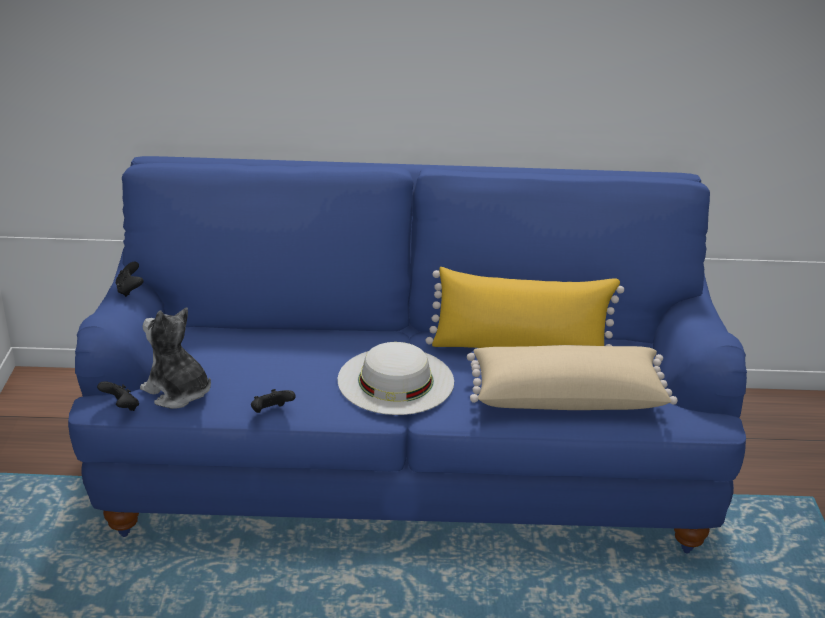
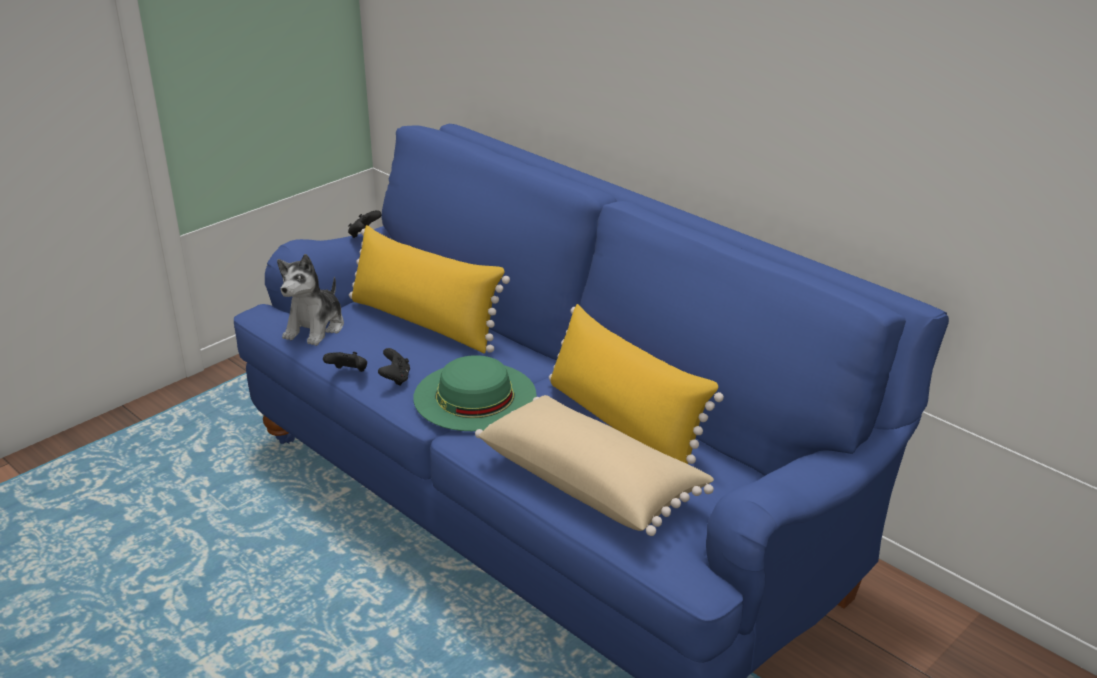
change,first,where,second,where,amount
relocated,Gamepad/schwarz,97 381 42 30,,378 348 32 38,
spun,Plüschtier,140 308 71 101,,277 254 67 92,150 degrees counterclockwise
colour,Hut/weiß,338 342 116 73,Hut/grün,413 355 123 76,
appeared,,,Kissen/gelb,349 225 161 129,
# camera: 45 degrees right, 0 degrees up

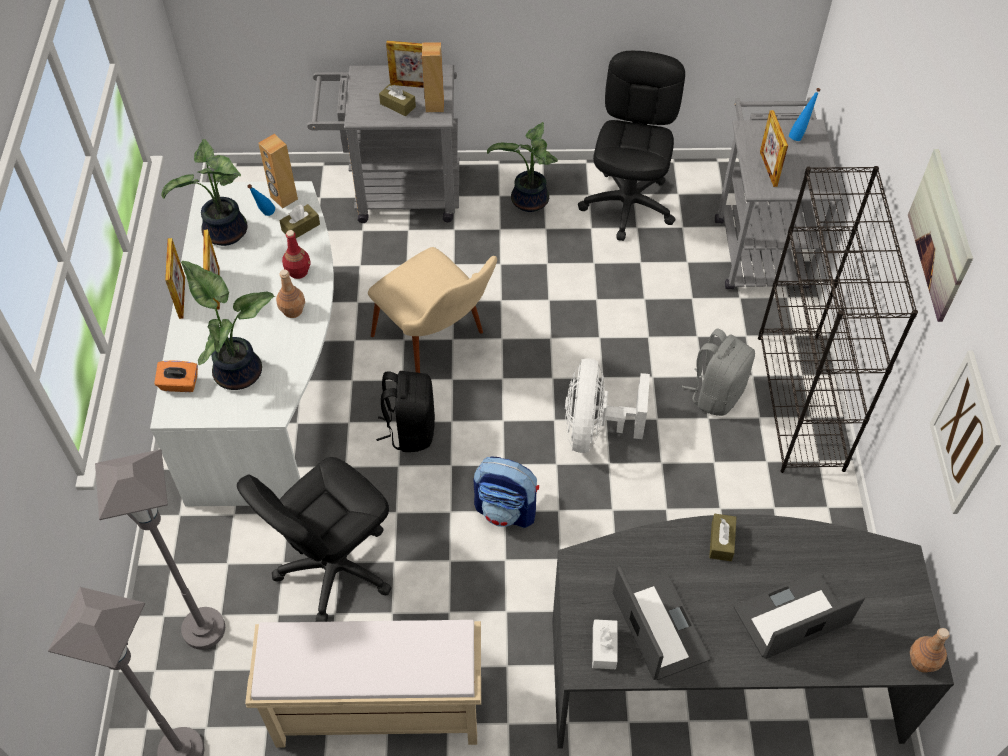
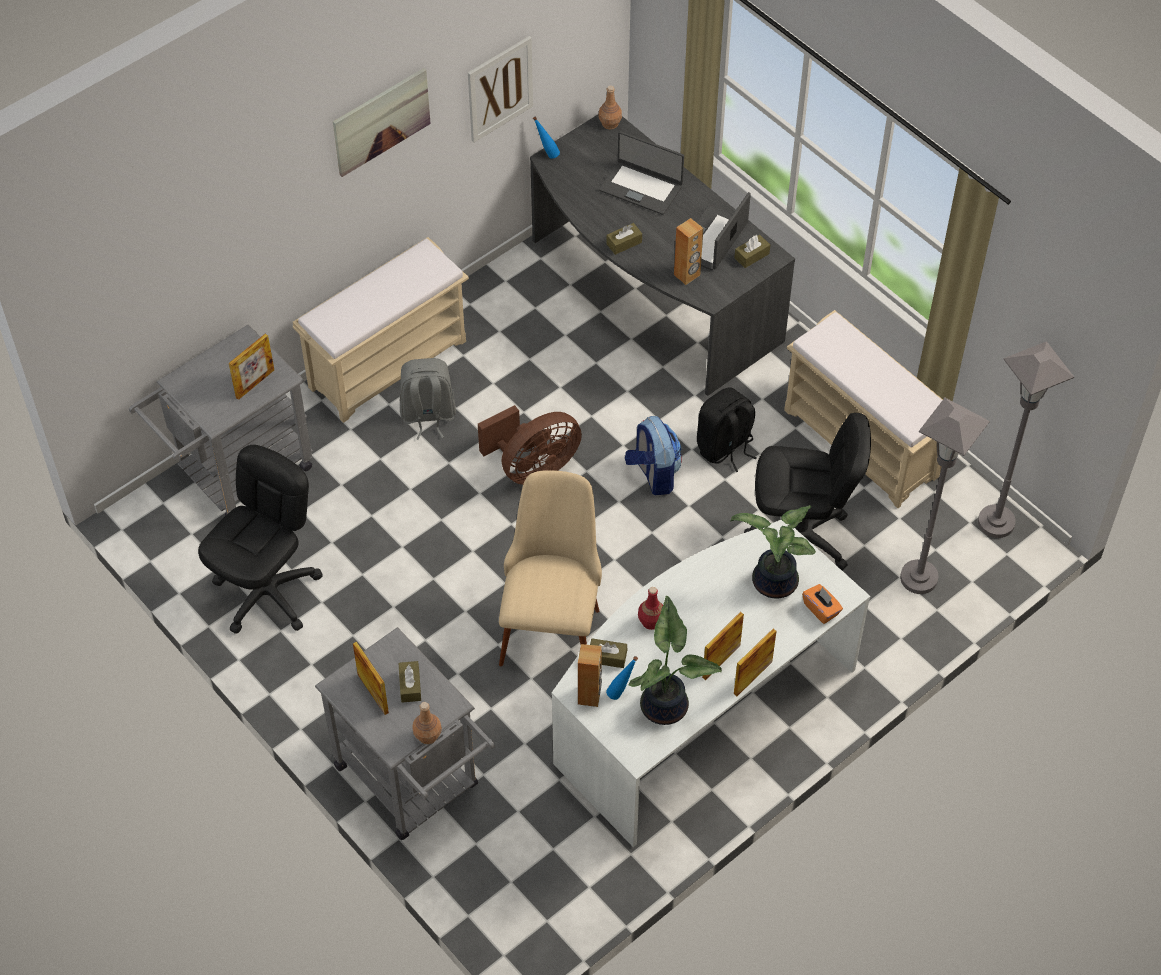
change,first,where,second,where,amount
relocated,Flasche/braun,276 269 29 49,,413 702 29 42,
relocated,Rucksack/schwarz,376 371 59 81,,697 387 59 85,
relocated,Lautsprecher/braun,422 42 22 70,,674 218 29 67,
missing,Topfpflanze,487 122 71 90,,,
colour,Ventilator/weiß,565 358 85 95,Ventilator/braun,478 405 104 80,
spun,Bürostuhl/schwarz,578 51 107 190,,198 445 125 189,150 degrees clockwise
colour,Taschentuchbox/weiß,592 619 25 50,Taschentuchbox/braun,734 235 36 33,
exchanged,Bücherregal/schwarz,758 166 160 307,Bank/beige,293 237 176 186,
relocated,Flasche/blau,789 88 32 53,,533 117 27 42,
# camera: 130 degrees left, 0 degrees up

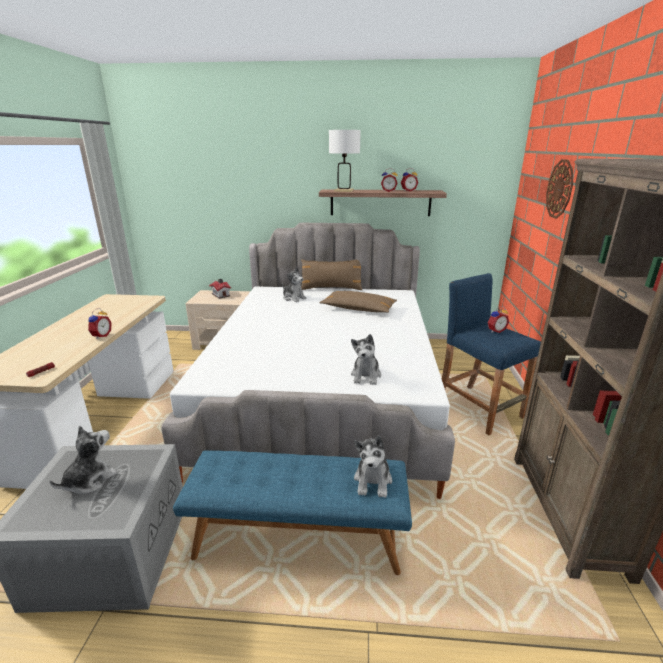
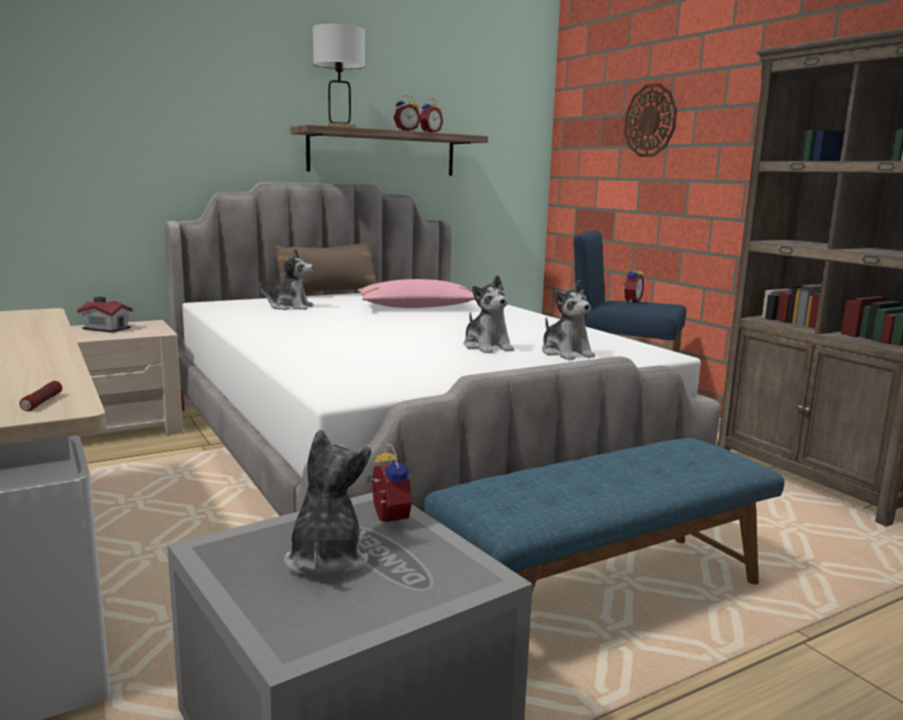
change,first,where,second,where,amount
relocated,Wecker,88 308 24 31,,366 444 46 84,
colour,Kissen/braun,320 291 77 21,Kissen/rosa,358 279 117 29,
relocated,Plüschtier,354 435 38 63,,464 275 50 78,
# camera: 35 degrees left, 10 degrees down

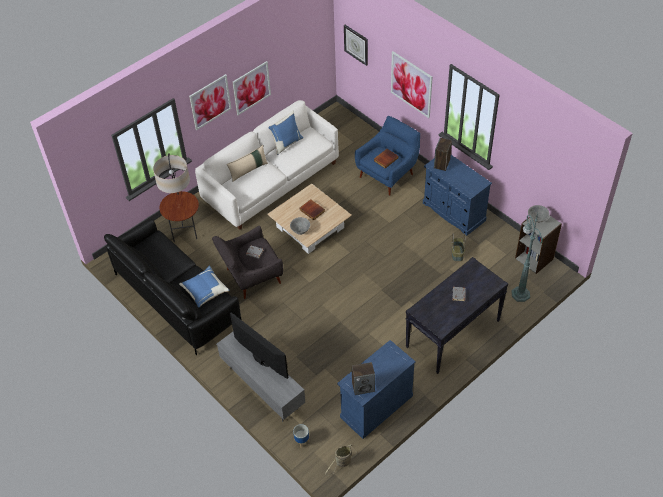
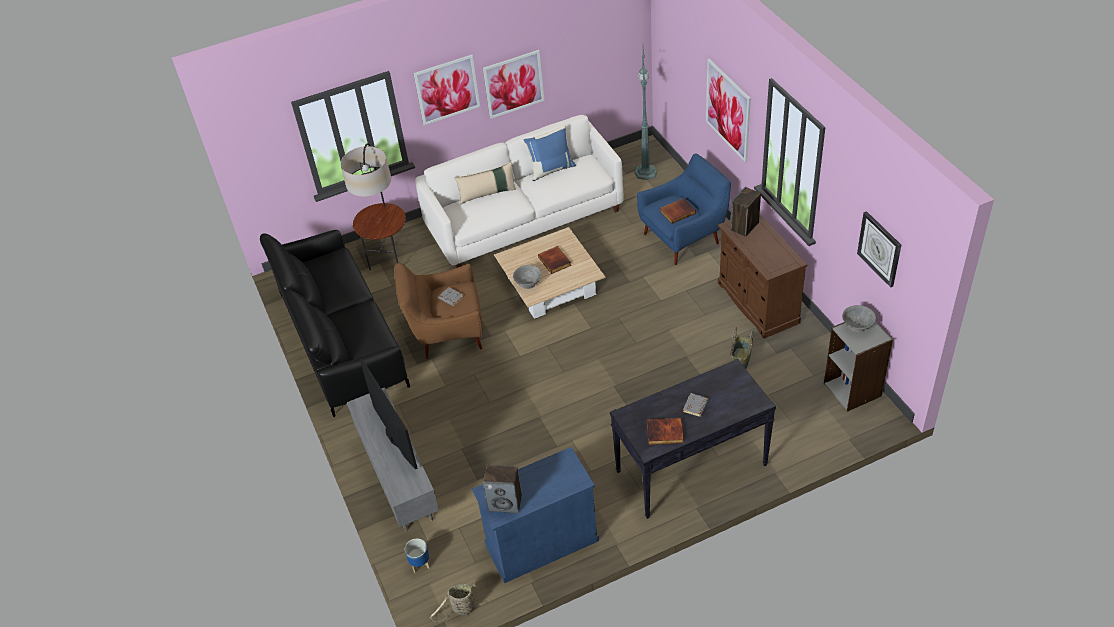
change,first,where,second,where,amount
missing,Kissen/blau,179 266 51 42,,,
colour,Sessel/grau,212 226 71 73,Sessel/braun,395 263 88 96,
relocated,Wanduhr,344 25 24 41,,857 211 44 76,
colour,Schrank/blau,423 155 69 81,Schrank/braun,718 214 89 124,
relocated,Stehlampe/grün,511 213 31 89,,635 48 22 132,
appeared,,,Buch,647 418 37 27,
# camera: 20 degrees right, 5 degrees down

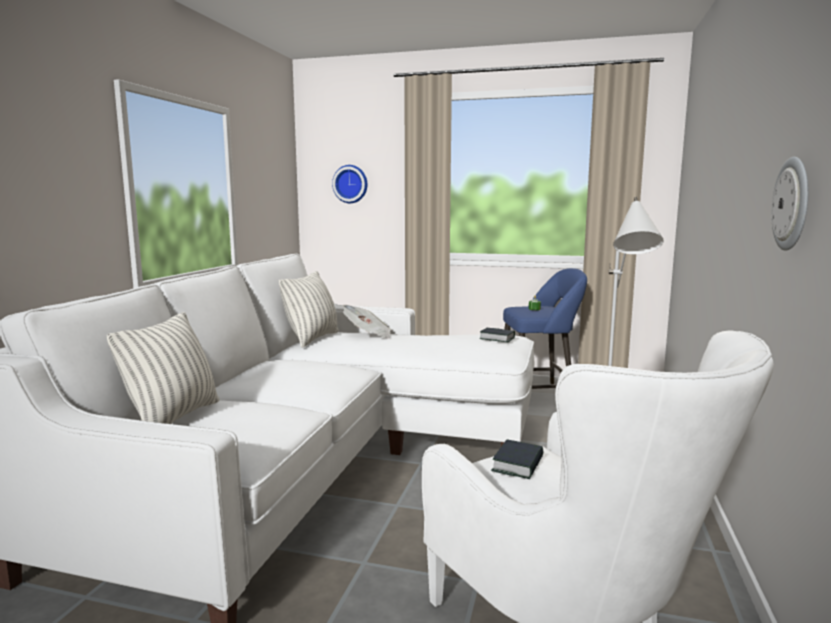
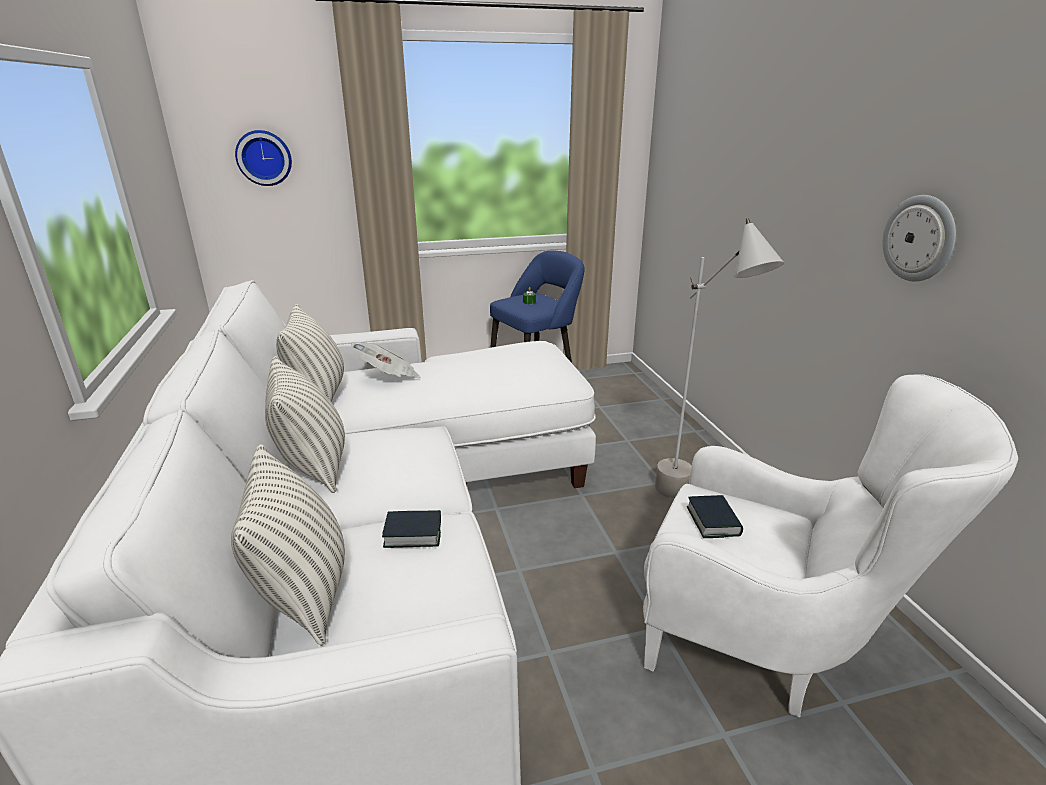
change,first,where,second,where,amount
relocated,Buch,480 328 35 14,,382 510 59 38,
appeared,,,Kissen,265 356 80 137,
# camera: 30 degrees left, 15 degrees up

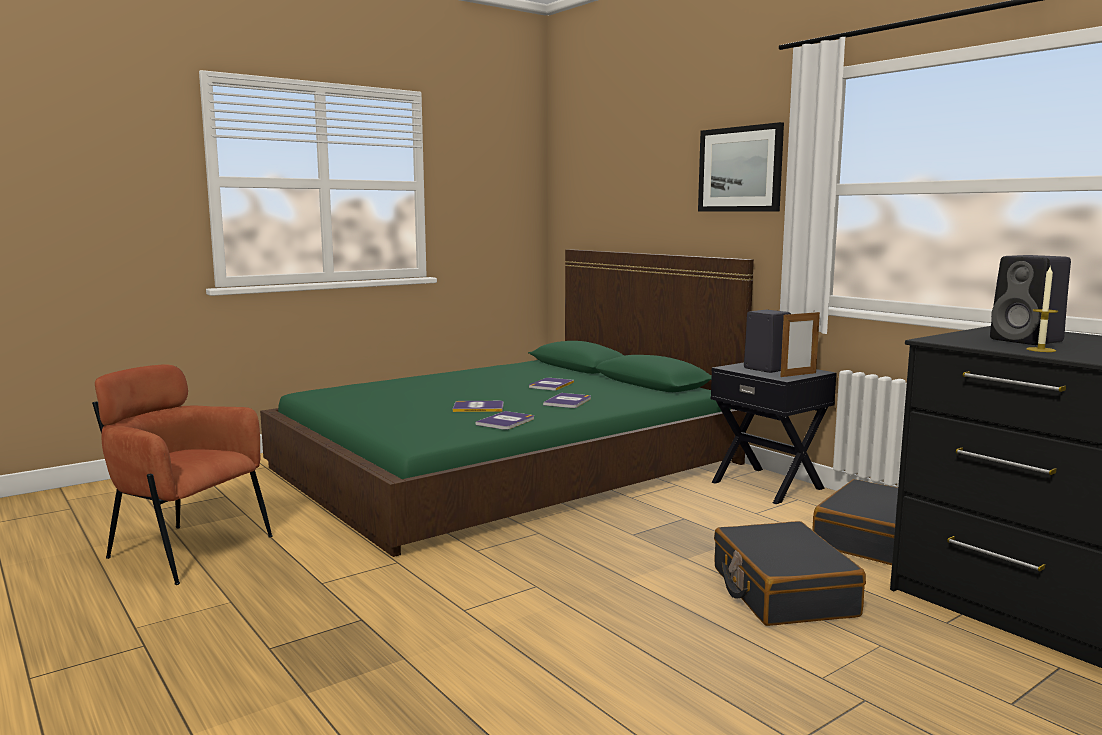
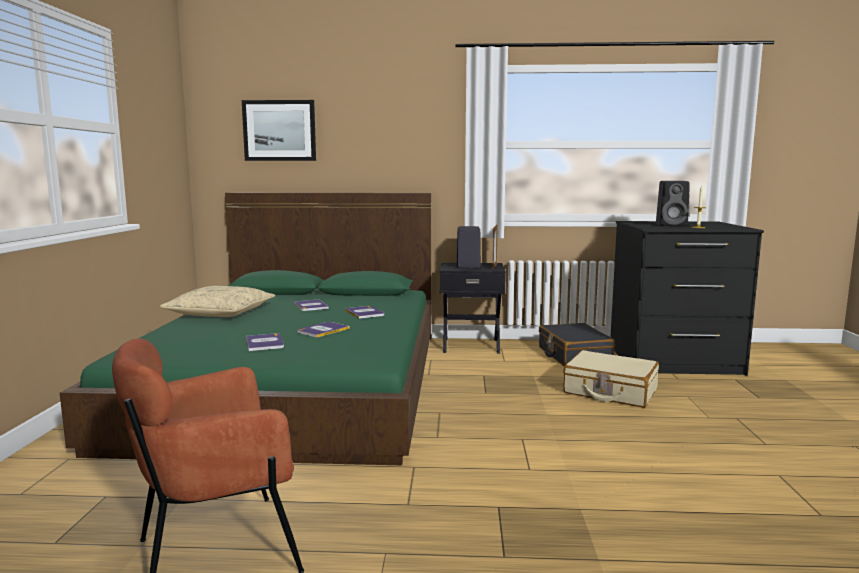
change,first,where,second,where,amount
relocated,Buch,476 411 58 19,,246 333 38 18,
relocated,Bild,698 122 86 90,,242 100 74 61,
colour,Koffer/schwarz,714 521 152 105,Koffer/beige,563 350 96 58,
appeared,,,Kissen/beige,160 286 115 31,
# camera: 50 degrees left, 0 degrees up

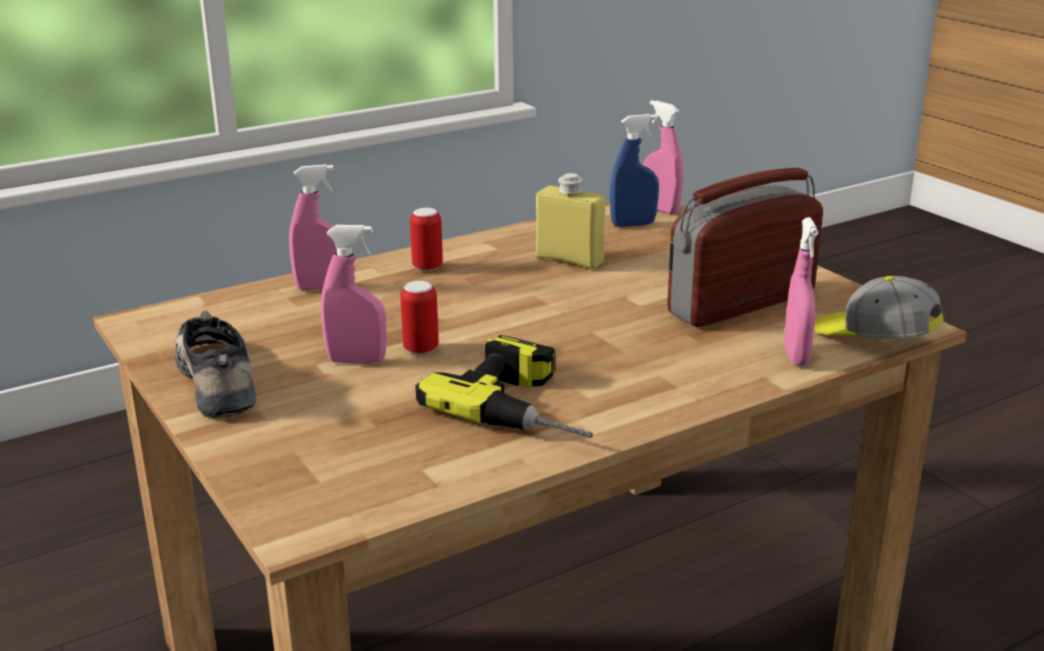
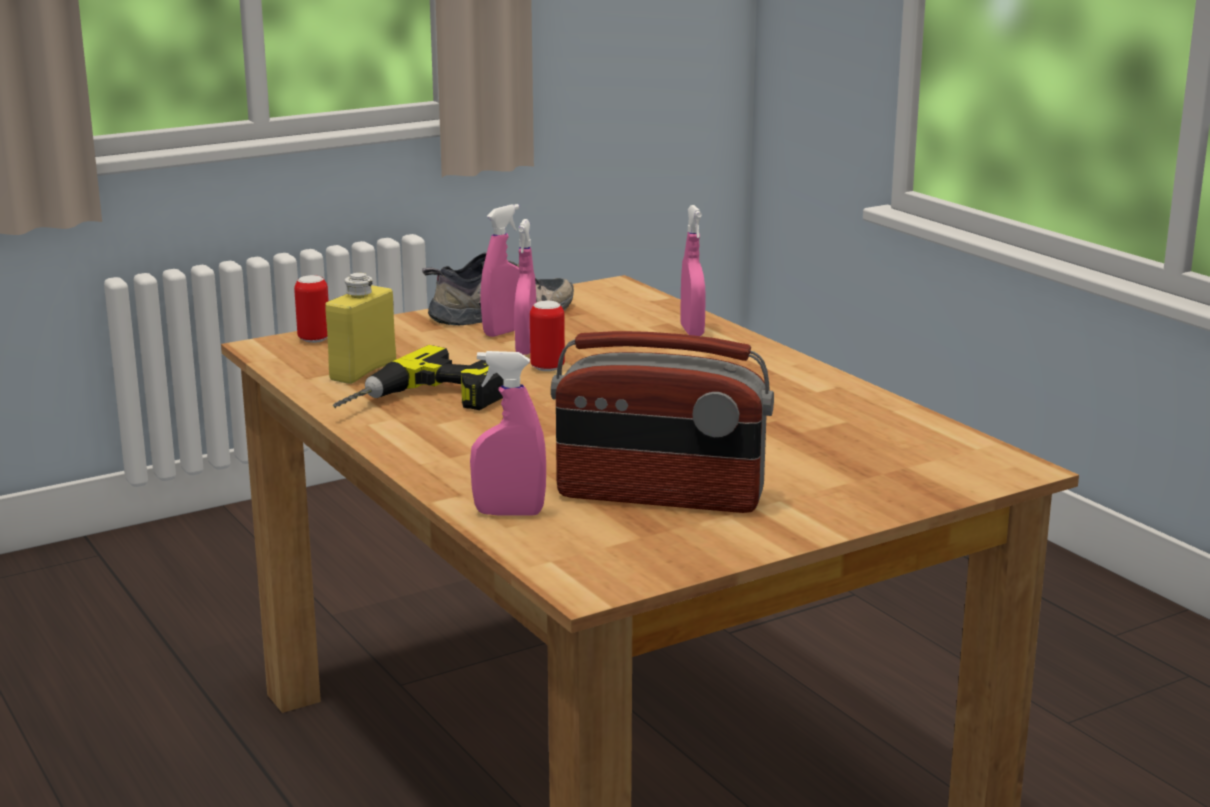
change,first,where,second,where,amount
relocated,Dose,410 208 33 63,,294 275 35 68,
relocated,Flasche/gelb,536 173 70 96,,325 273 71 111,
missing,Sprühflasche/blau,610 114 49 113,,,
relocated,Sprühflasche/rosa,643 100 40 114,,480 204 40 133,
spun,Radio,667 168 156 159,,551 331 223 182,135 degrees clockwise
missing,Kappe,814 276 130 63,,,
# camera: 90 degrees right, 5 degrees down

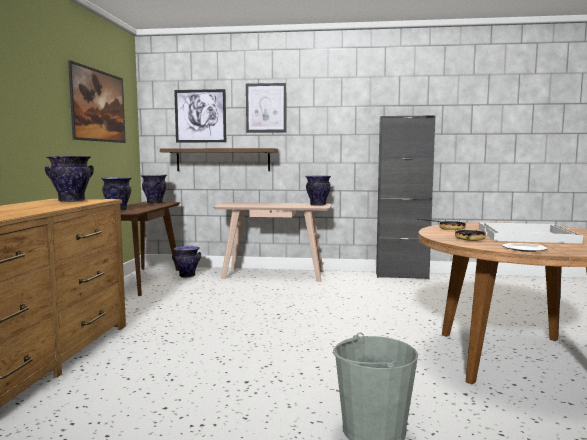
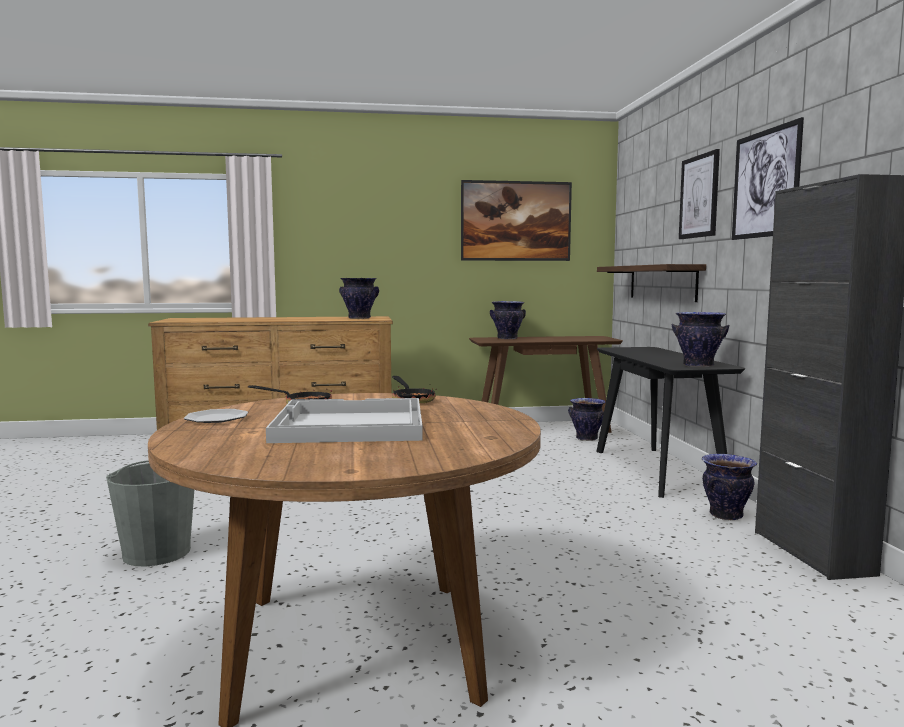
change,first,where,second,where,amount
relocated,Vase,141 175 26 29,,702 454 55 66,
relocated,Bild,174 89 52 53,,732 117 72 123,
colour,Konsolentisch/beige,213 202 119 80,Konsolentisch/schwarz,596 347 149 151,
# camera: 75 degrees right, 0 degrees up

